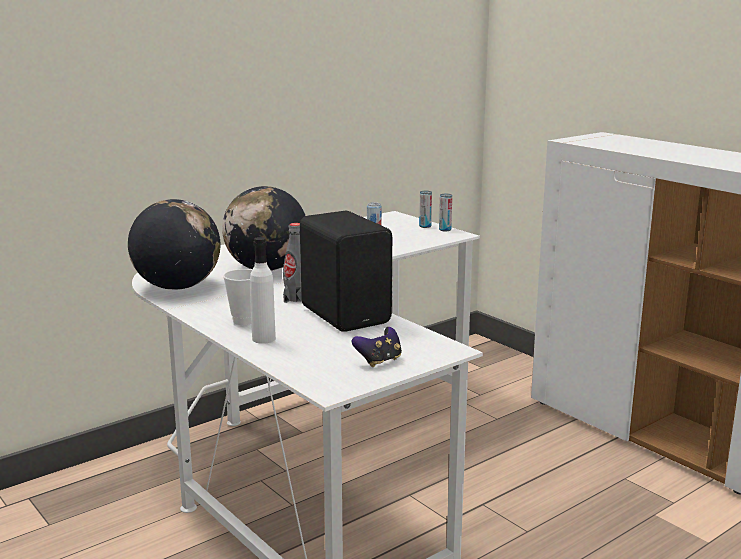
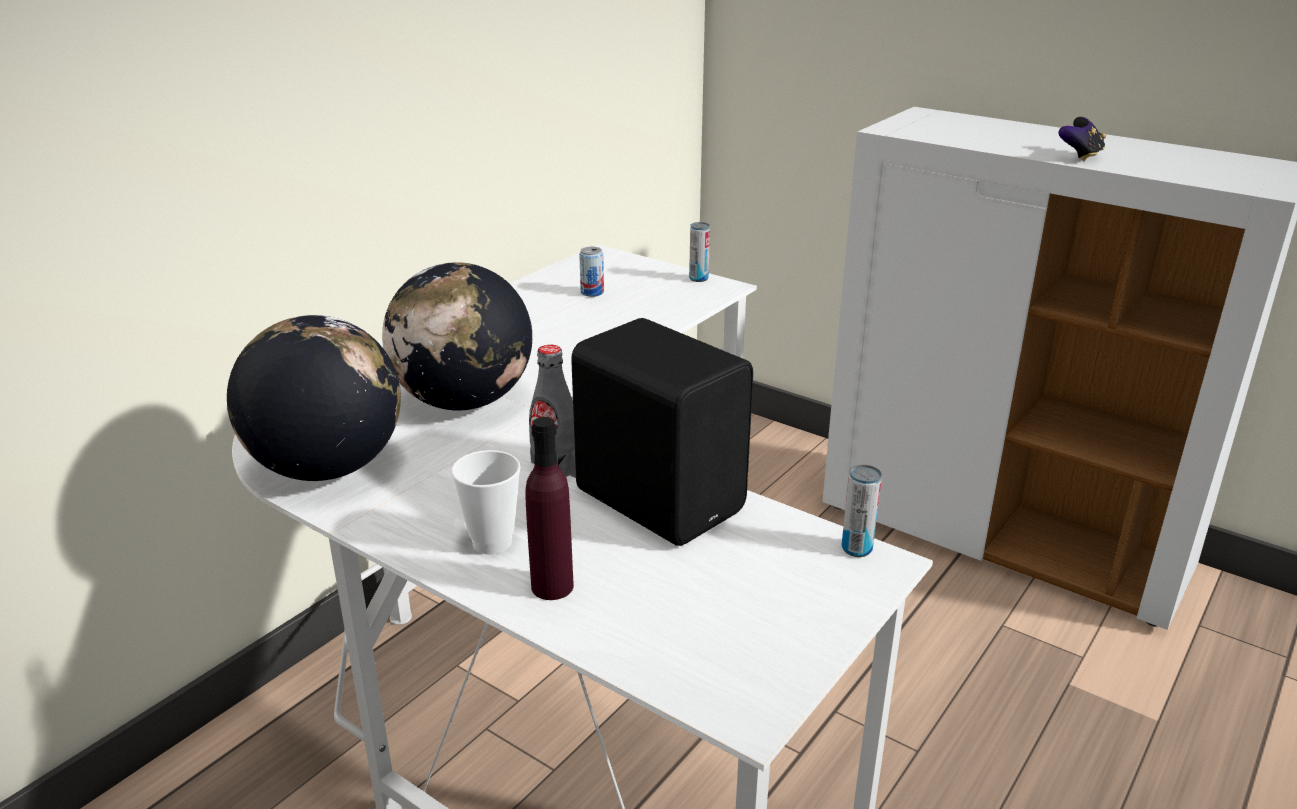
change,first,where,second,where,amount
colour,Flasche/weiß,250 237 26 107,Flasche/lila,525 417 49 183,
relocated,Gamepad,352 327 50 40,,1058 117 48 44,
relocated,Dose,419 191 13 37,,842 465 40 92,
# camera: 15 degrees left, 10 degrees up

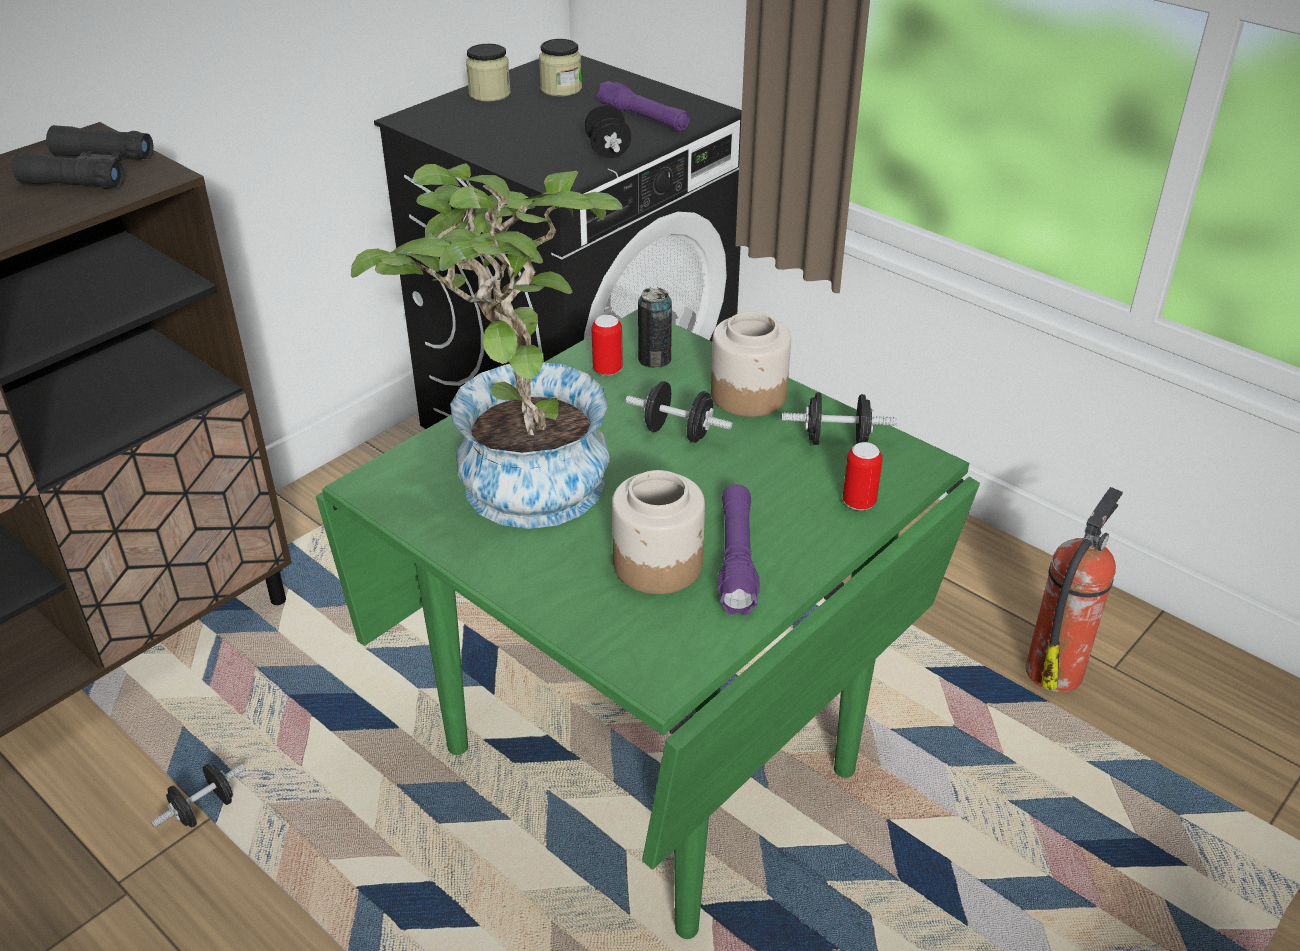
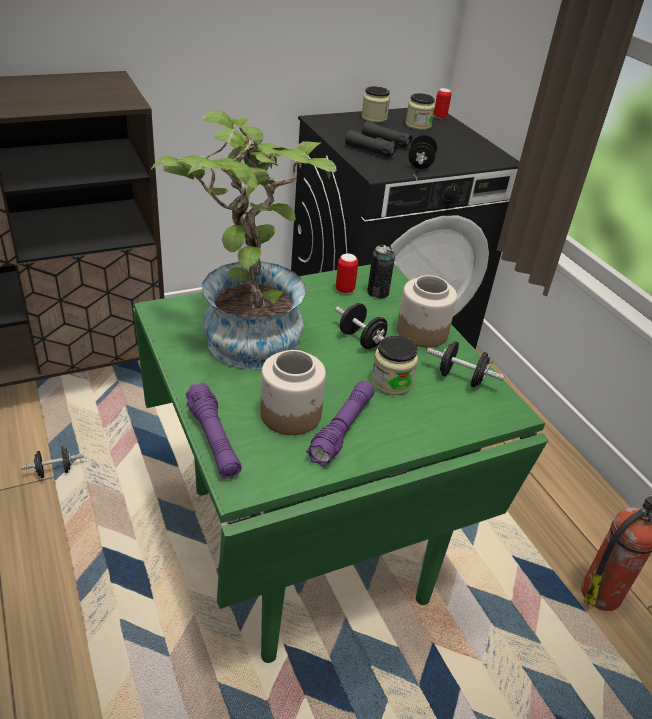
change,first,where,second,where,amount
relocated,Fernglas/schwarz,12 125 142 64,,345 121 67 37,
relocated,Taschenlampe/lila,596 81 94 50,,186 382 56 97,
relocated,Dose,843 442 40 68,,434 88 17 31,
appeared,,,Vorratsglas,371 336 47 59,
# camera: 20 degrees right, 0 degrees up

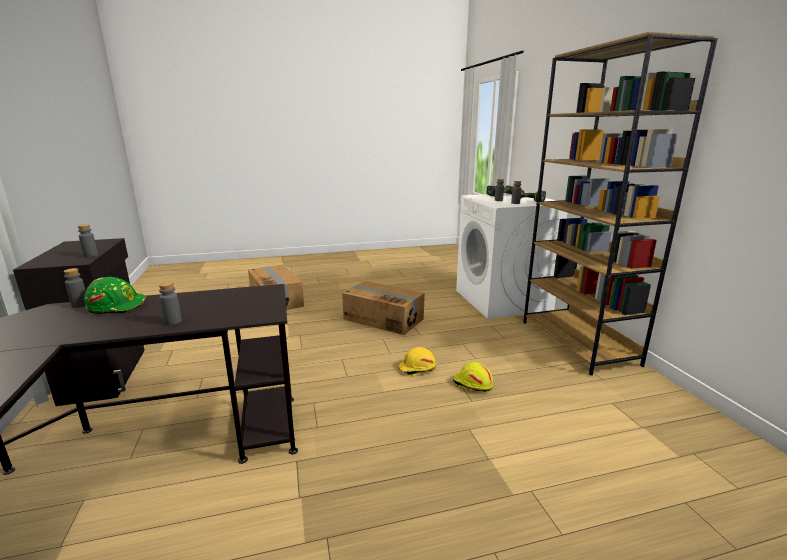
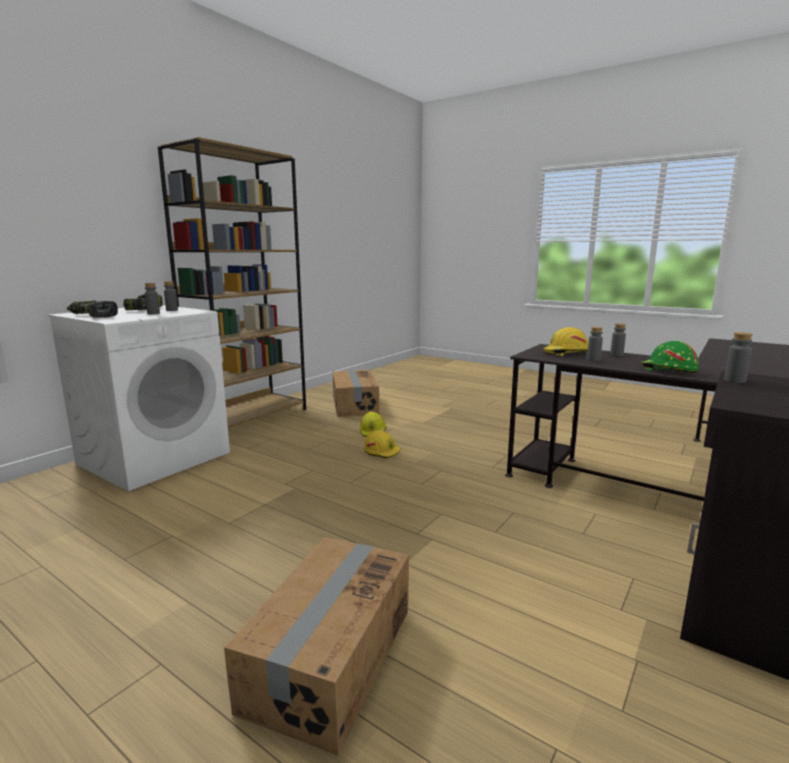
change,first,where,second,where,amount
relocated,Flasche/grau,64 268 22 40,,587 327 16 34,
relocated,Karton,342 281 83 54,,333 370 46 47,
appeared,,,Schutzhelm/gelb,543 327 45 29,
# camera: 130 degrees left, 5 degrees down

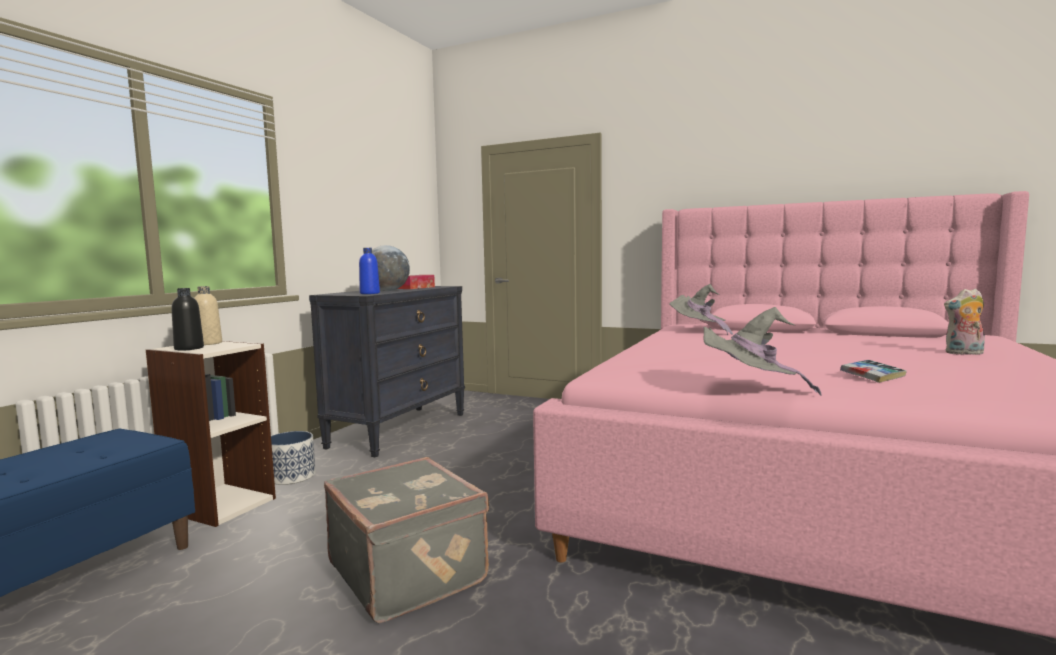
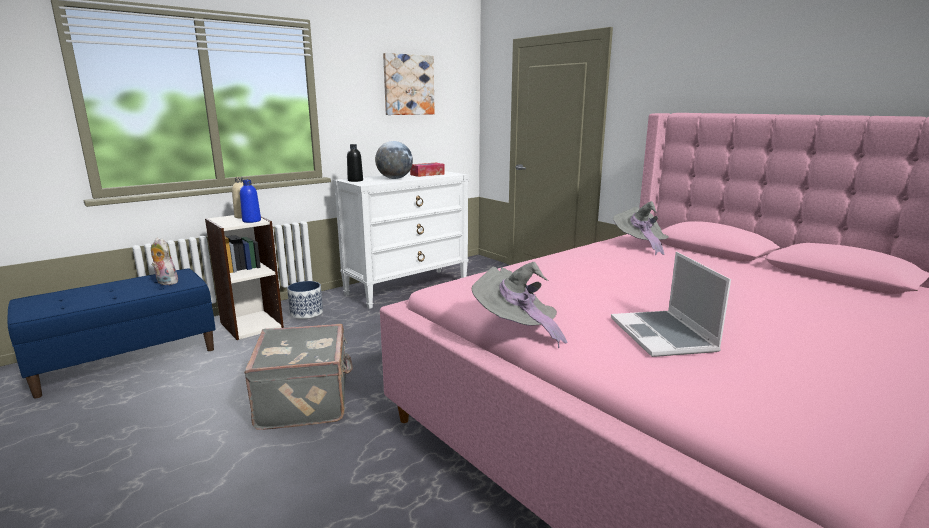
change,first,where,second,where,amount
relocated,Flasche/schwarz,171 288 33 63,,347 144 16 38,
colour,Kommode/schwarz,309 286 156 172,Kommode/weiß,333 171 136 138,
relocated,Flasche/blau,359 248 21 46,,240 179 21 44,
exchanged,Buch,840 360 67 23,Laptop,611 252 120 105,
relocated,Plüschtier,944 288 41 67,,151 238 27 47,
appeared,,,Bild,383 53 51 62,
# camera: 25 degrees right, 10 degrees up

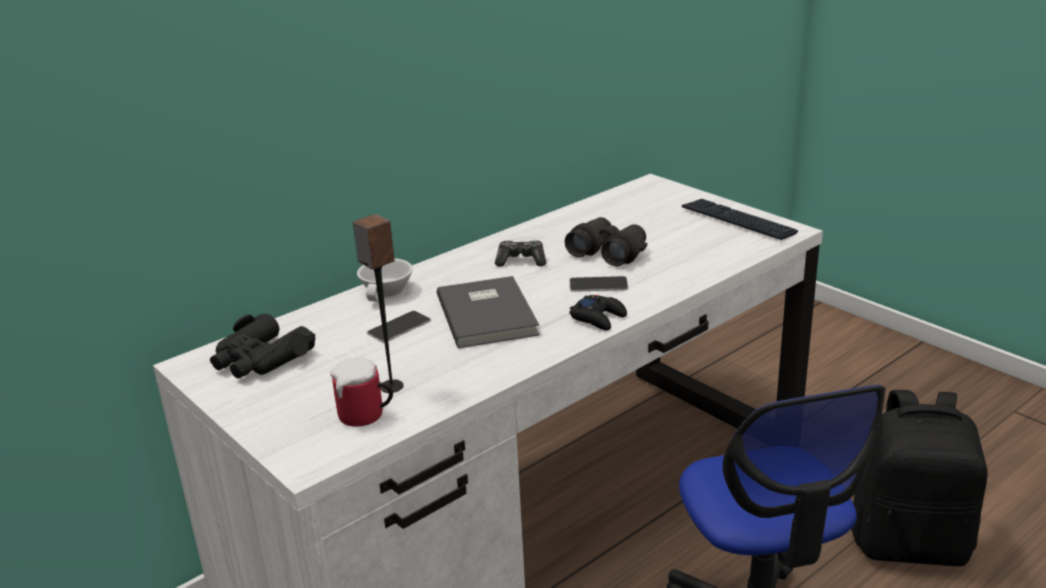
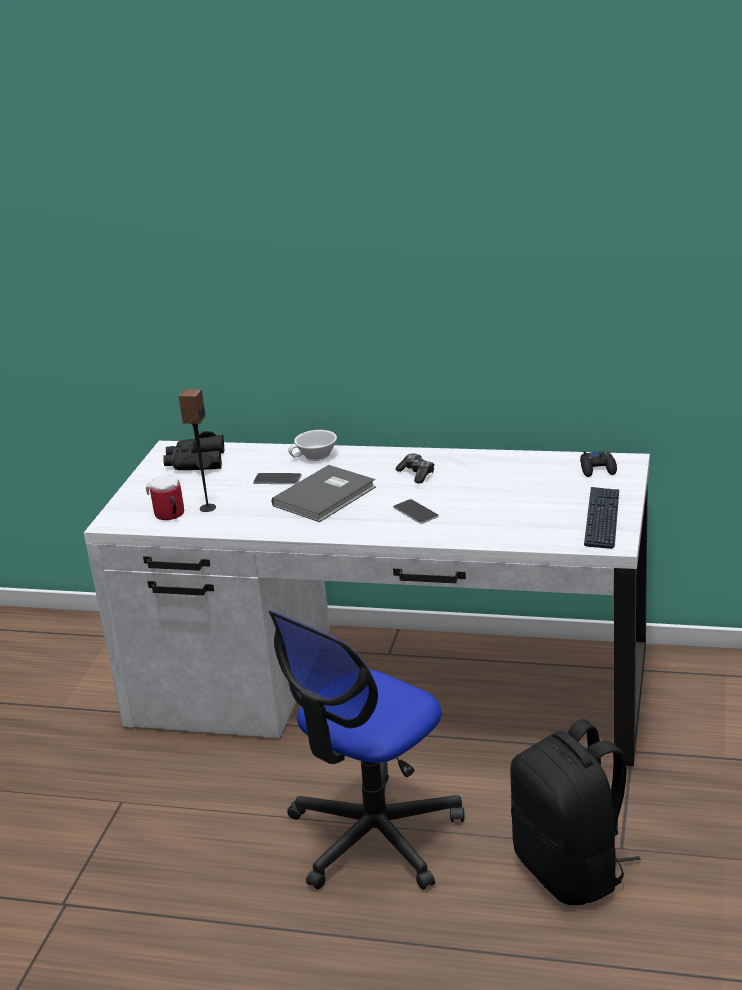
change,first,where,second,where,amount
missing,Fernglas/schwarz,565 217 82 49,,,
relocated,Gamepad/schwarz,569 295 58 36,,580 451 37 26,
# camera: 55 degrees right, 0 degrees up

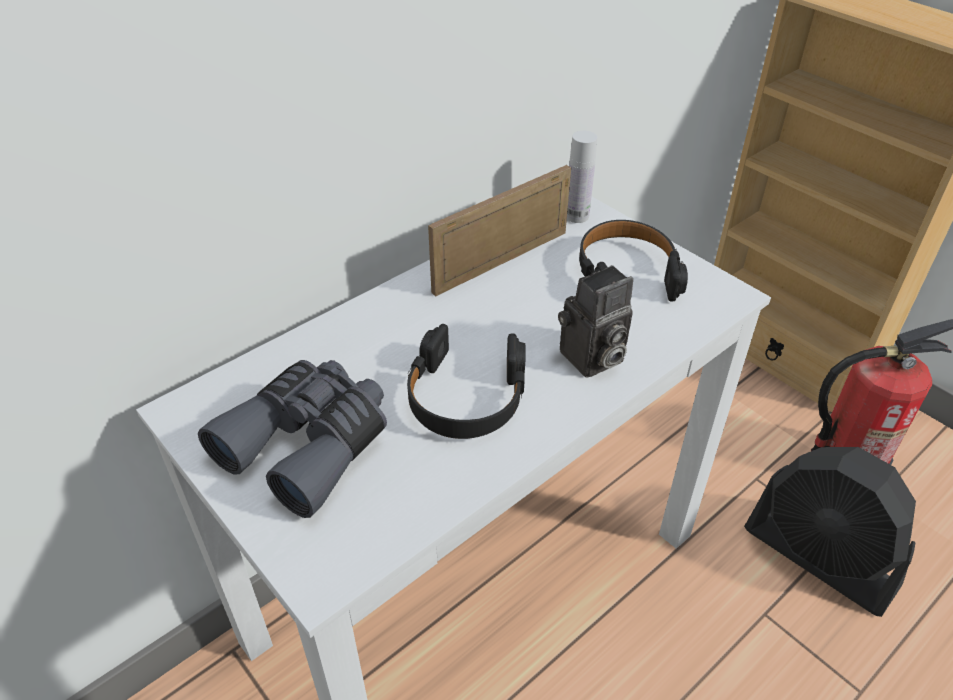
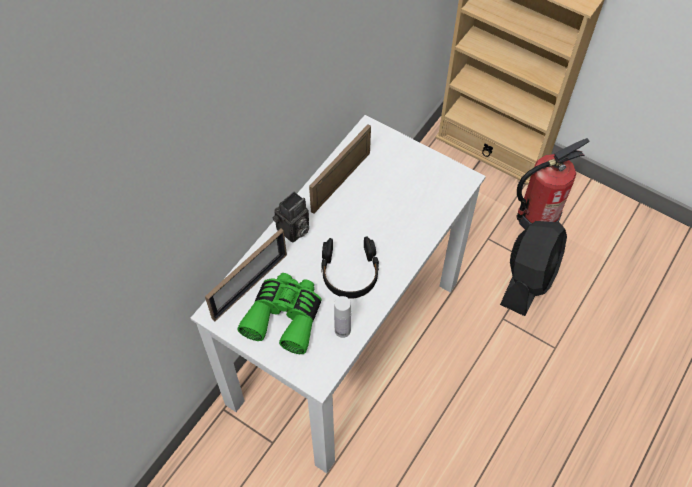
change,first,where,second,where,amount
colour,Fernglas/grau,198 360 189 158,Fernglas/grün,237 273 85 81,
relocated,Kamera,558 265 75 113,,272 192 37 51,
relocated,Flasche/weiß,567 131 30 92,,334 296 17 42,
missing,Kopfhörer/schwarz,579 220 109 82,,,
spun,Ventilator/schwarz,744 447 172 170,,500 221 67 95,90 degrees counterclockwise
appeared,,,Bilderrahmen,205 229 82 92,
# camera: 15 degrees left, 15 degrees up

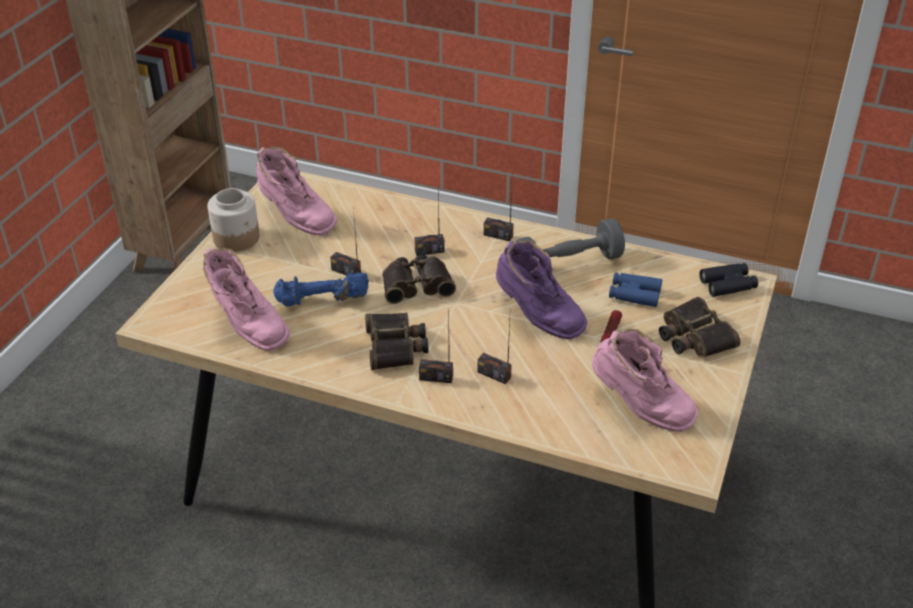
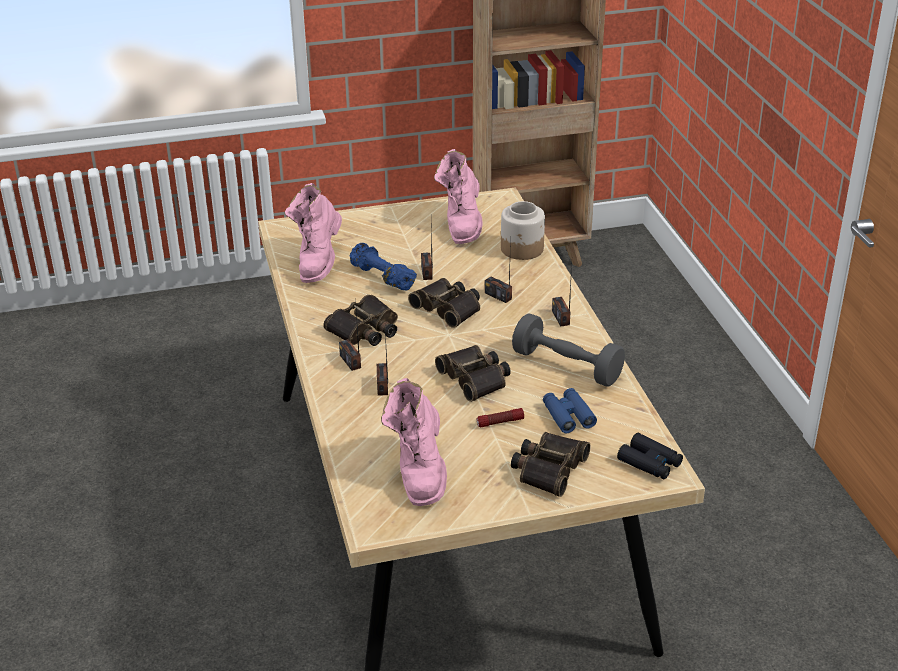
change,first,where,second,where,amount
relocated,Vorratsglas,207 188 53 64,,501 201 44 59,
exchanged,Stiefel/lila,496 241 91 98,Fernglas,435 345 76 57,
# camera: 55 degrees right, 5 degrees down

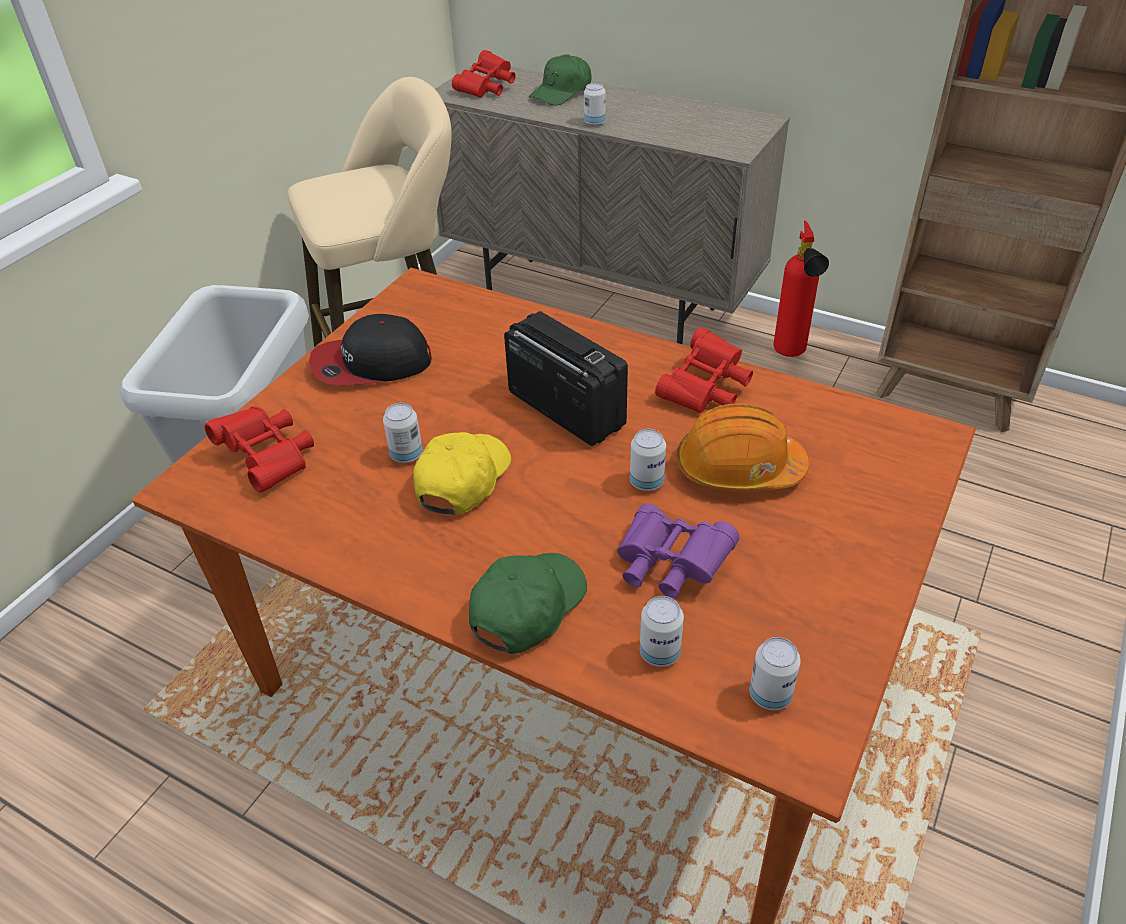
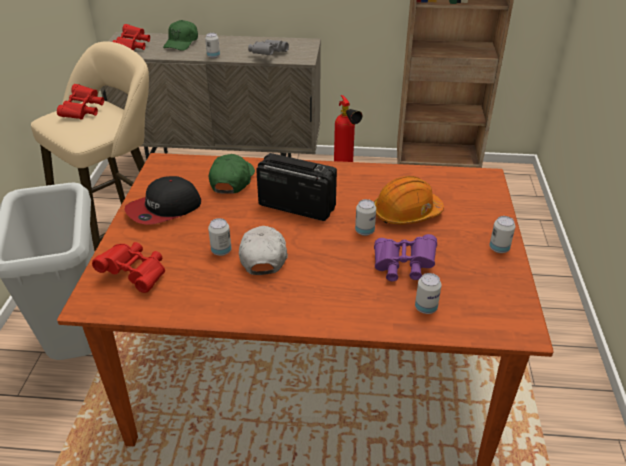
change,first,where,second,where,amount
colour,Kappe/gelb,413 432 98 83,Kappe/weiß,239 226 49 49,
relocated,Kappe/grün,469 553 118 101,,209 154 46 40,
relocated,Fernglas/rot,655 327 98 87,,57 84 47 36,
relocated,Dose,750 637 51 73,,489 216 26 37,
appeared,,,Fernglas/grau,248 39 41 16,
# camera: 25 degrees left, 5 degrees down

